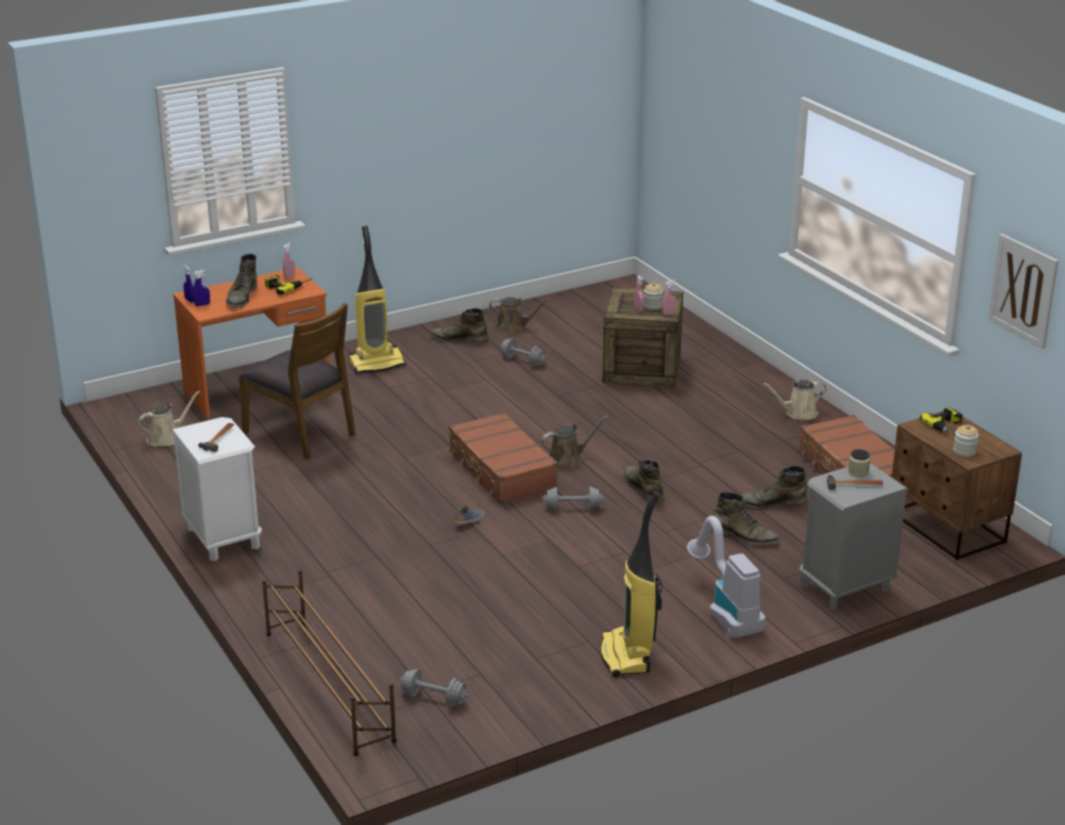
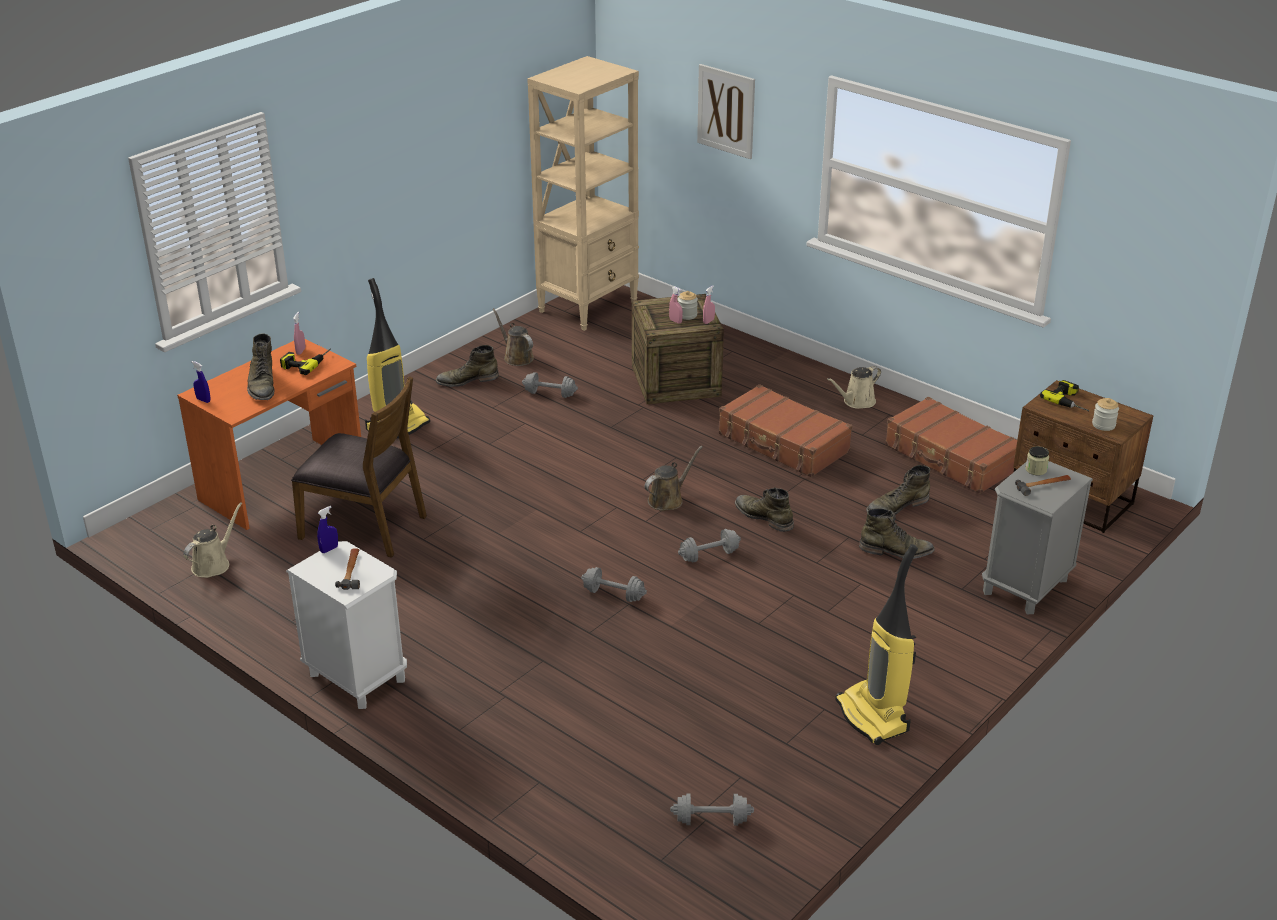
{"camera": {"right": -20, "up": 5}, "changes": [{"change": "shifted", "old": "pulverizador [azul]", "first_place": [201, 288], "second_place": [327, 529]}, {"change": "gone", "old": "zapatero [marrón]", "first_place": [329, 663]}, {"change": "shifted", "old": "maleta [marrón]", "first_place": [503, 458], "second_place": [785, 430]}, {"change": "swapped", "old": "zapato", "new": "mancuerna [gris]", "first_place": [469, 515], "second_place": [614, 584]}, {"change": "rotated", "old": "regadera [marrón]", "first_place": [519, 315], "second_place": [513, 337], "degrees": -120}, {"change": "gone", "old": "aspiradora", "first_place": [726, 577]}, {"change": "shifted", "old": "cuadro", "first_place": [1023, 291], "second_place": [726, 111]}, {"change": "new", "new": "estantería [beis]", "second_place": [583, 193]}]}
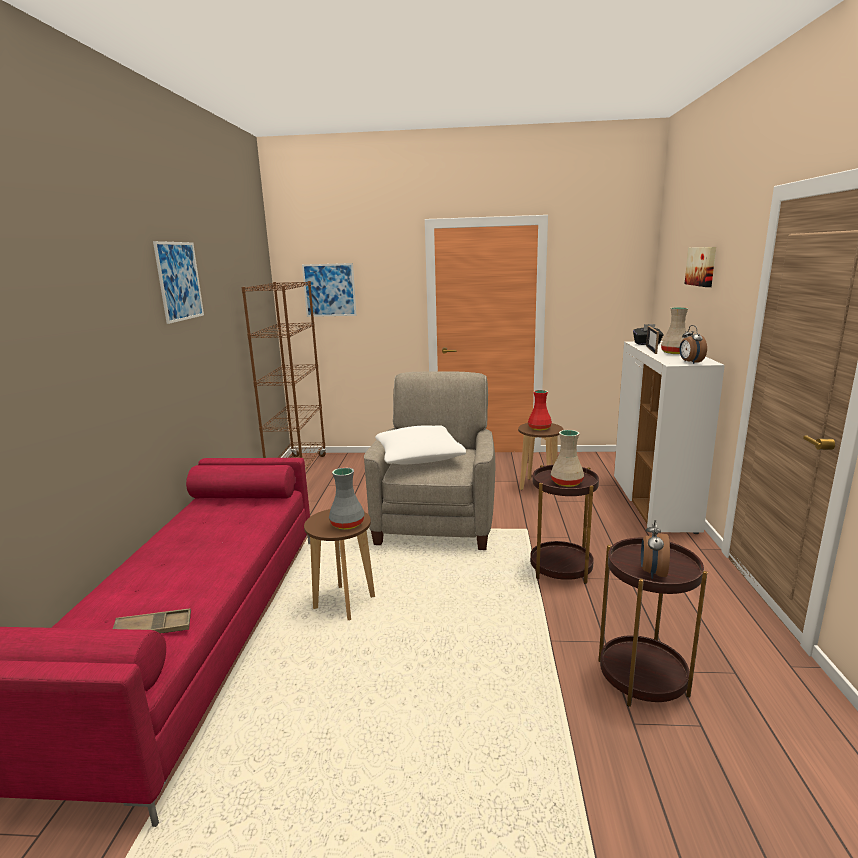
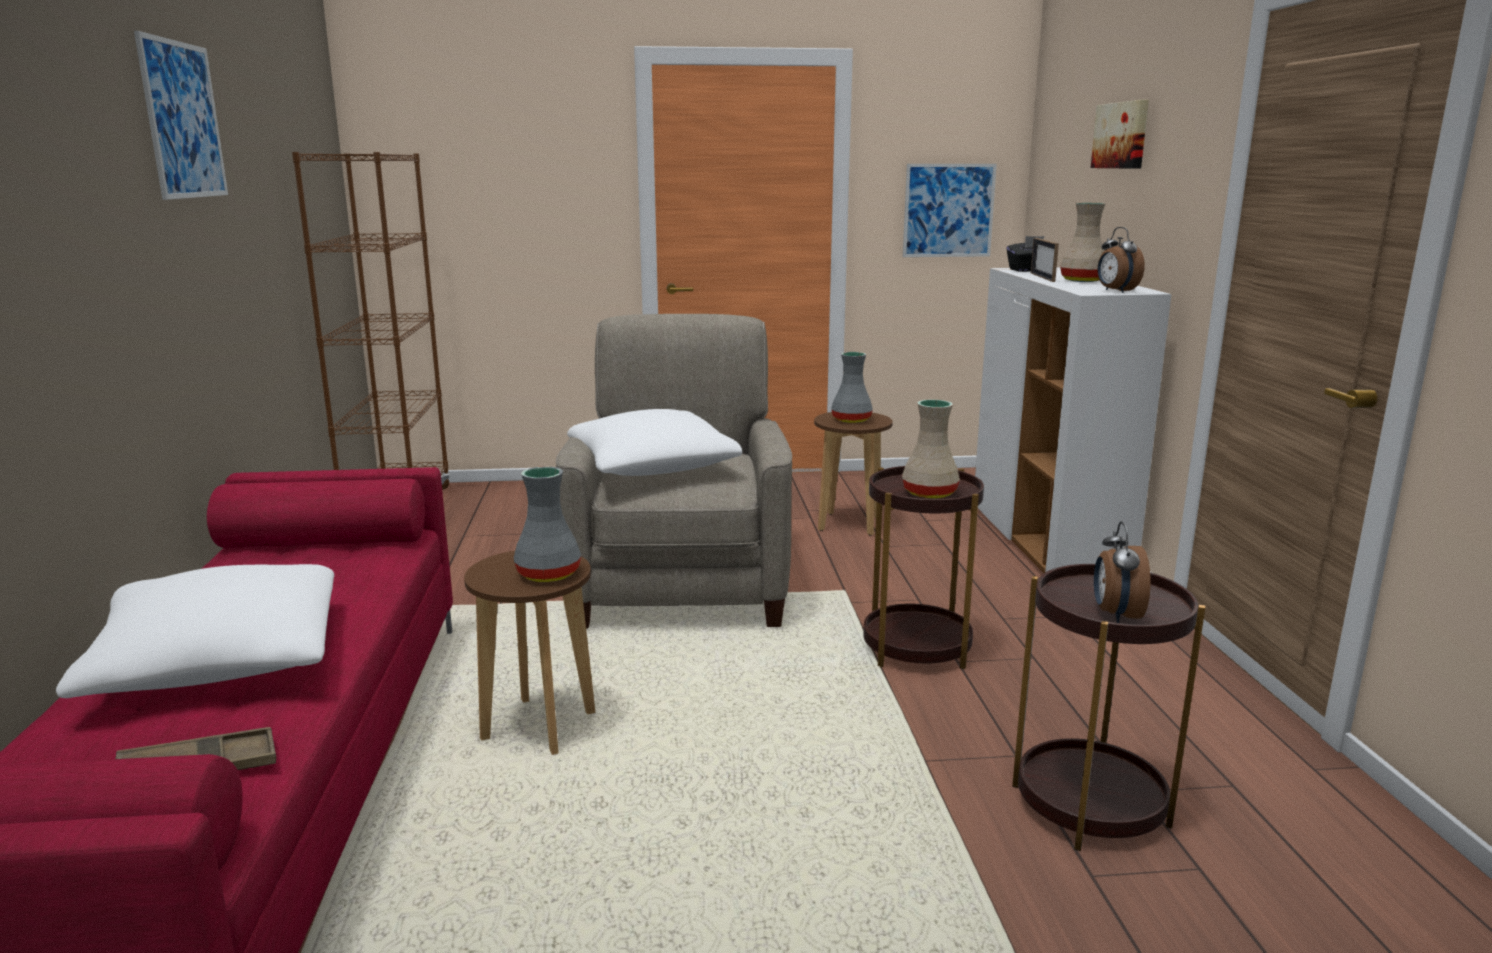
{"camera": {"right": -10, "up": 0}, "changes": [{"change": "shifted", "old": "cuadro", "first_place": [329, 290], "second_place": [950, 210]}, {"change": "repainted", "old": "florero [rojo]", "new": "florero [gris]", "first_place": [540, 410], "second_place": [852, 387]}, {"change": "new", "new": "cojín [blanco]", "second_place": [195, 631]}]}
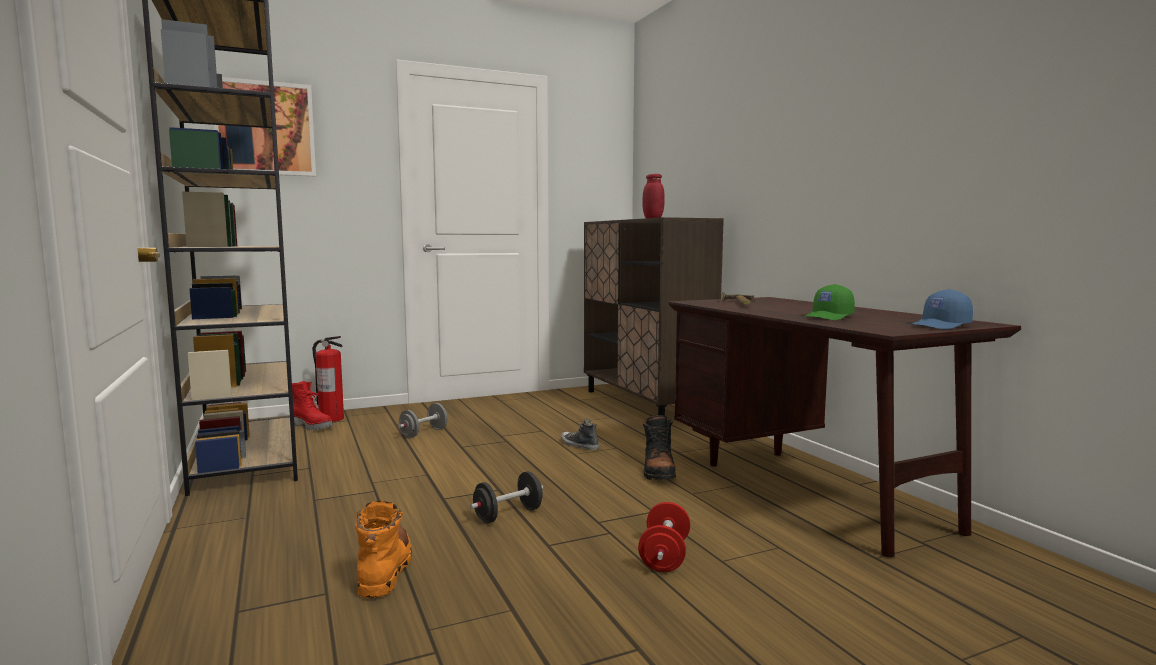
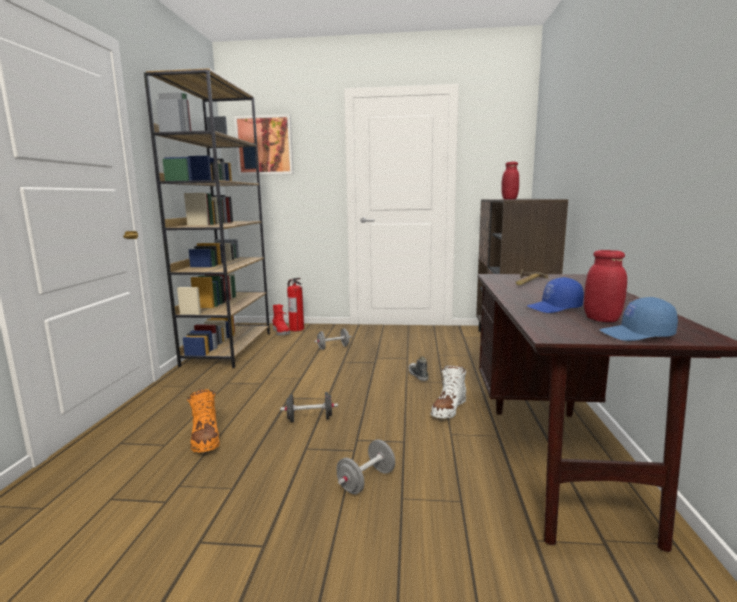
{"camera": {"right": 30, "up": 5}, "changes": [{"change": "rotated", "old": "bota [naranja]", "first_place": [383, 549], "second_place": [203, 421], "degrees": 135}, {"change": "repainted", "old": "mancuerna [rojo]", "new": "mancuerna [gris]", "first_place": [664, 537], "second_place": [366, 466]}, {"change": "repainted", "old": "bota [negro]", "new": "bota [blanco]", "first_place": [659, 447], "second_place": [448, 392]}, {"change": "repainted", "old": "gorra [verde]", "new": "gorra [azul]", "first_place": [829, 302], "second_place": [555, 295]}, {"change": "new", "new": "tarro [rojo]", "second_place": [605, 286]}]}
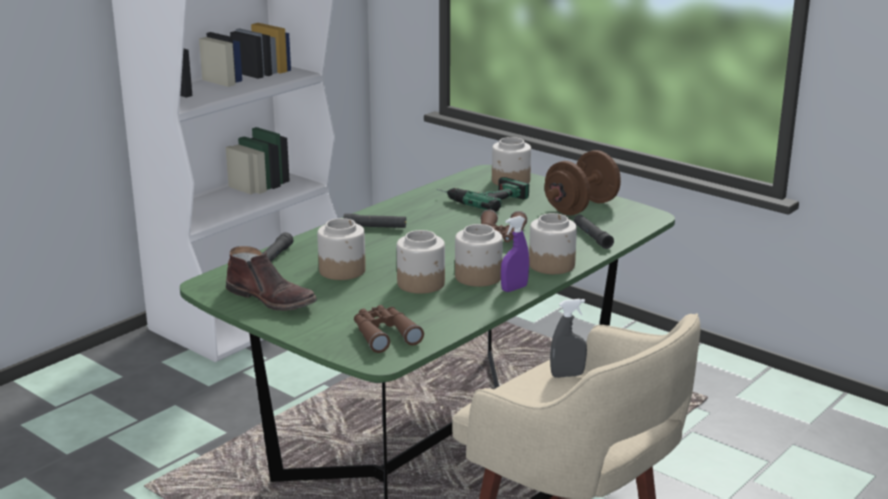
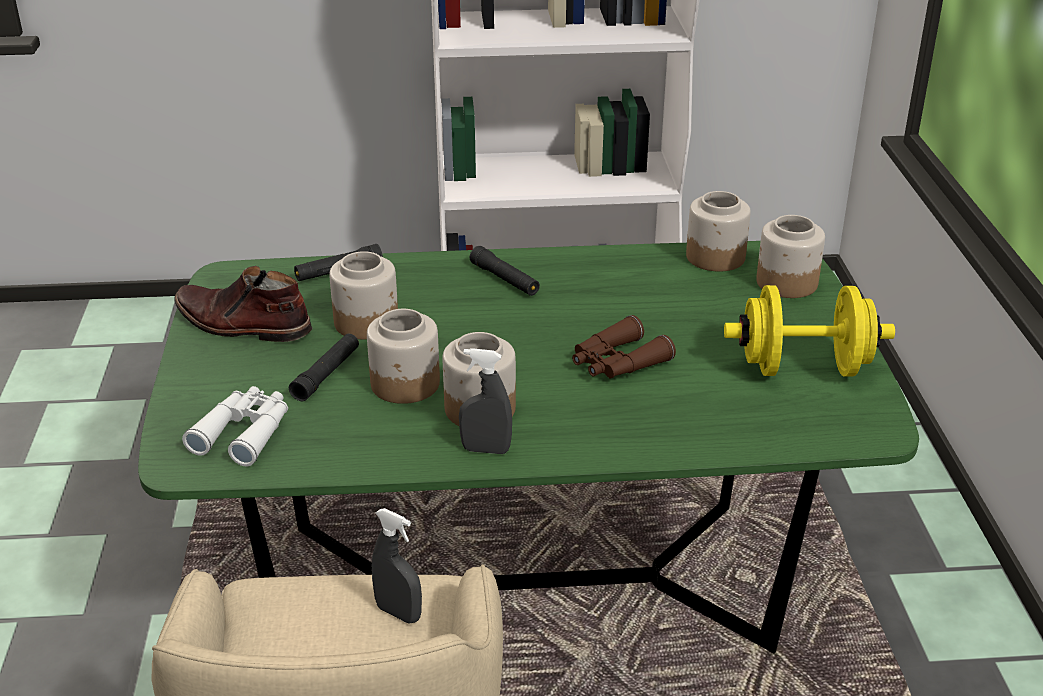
{"camera": {"right": 45, "up": 10}, "changes": [{"change": "rotated", "old": "bota [marrón]", "first_place": [271, 278], "second_place": [243, 304], "degrees": 120}, {"change": "repainted", "old": "prismáticos [marrón]", "new": "prismáticos [blanco]", "first_place": [389, 329], "second_place": [235, 426]}, {"change": "gone", "old": "taladro", "first_place": [483, 194]}, {"change": "repainted", "old": "pulverizador [morado]", "new": "pulverizador [gris]", "first_place": [515, 254], "second_place": [485, 401]}, {"change": "shifted", "old": "tarro", "first_place": [553, 243], "second_place": [718, 231]}, {"change": "repainted", "old": "mancuerna [marrón]", "new": "mancuerna [amarillo]", "first_place": [582, 182], "second_place": [809, 331]}, {"change": "shifted", "old": "linterna [negro]", "first_place": [594, 232], "second_place": [324, 367]}]}
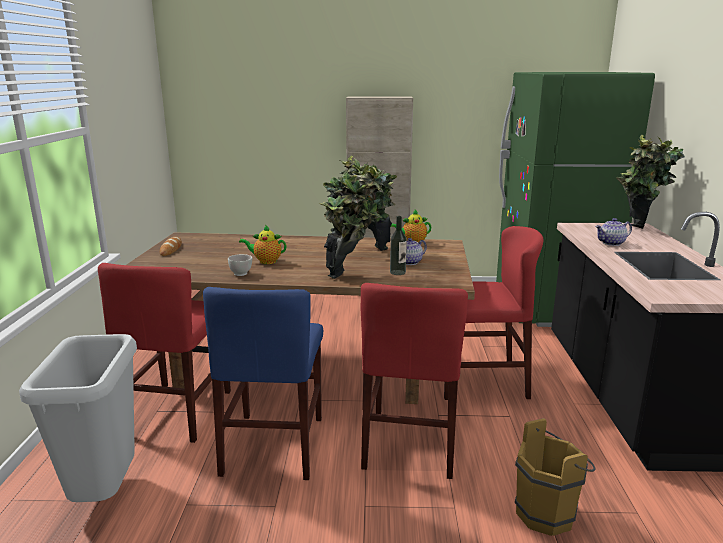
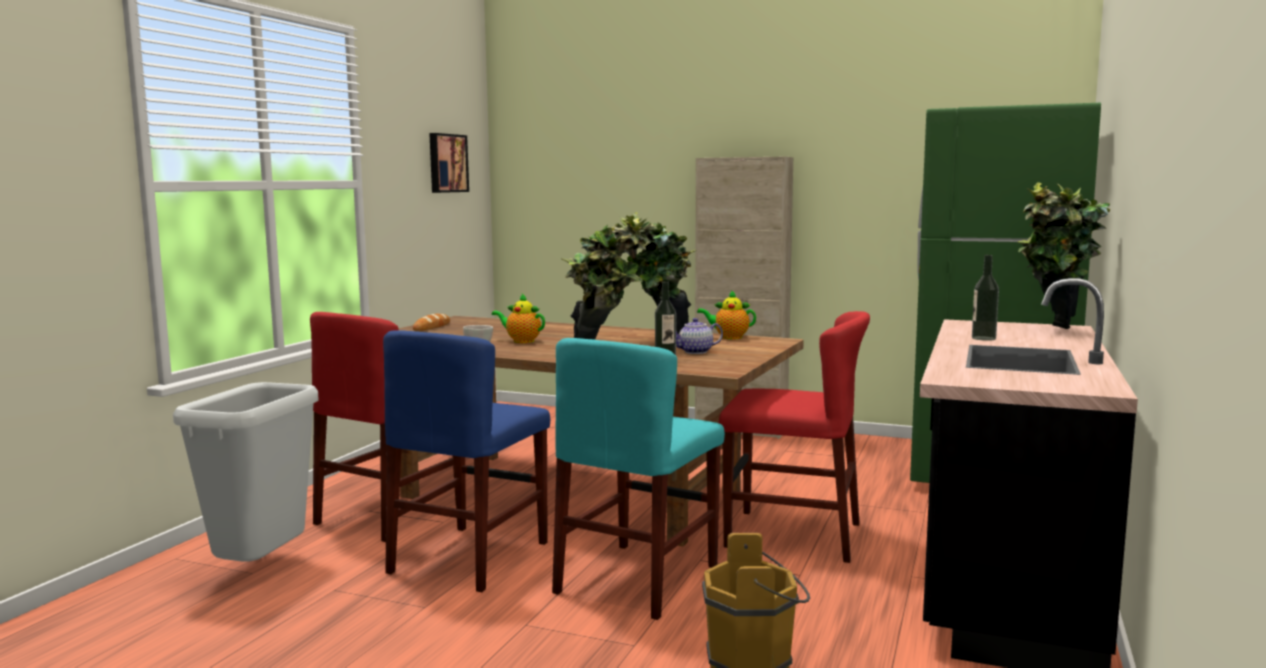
{"camera": {"right": 20, "up": -10}, "changes": [{"change": "repainted", "old": "silla [rojo]", "new": "silla [turquesa]", "first_place": [414, 381], "second_place": [638, 479]}, {"change": "swapped", "old": "tetera", "new": "botella", "first_place": [613, 232], "second_place": [985, 298]}, {"change": "new", "new": "cuadro", "second_place": [449, 163]}]}
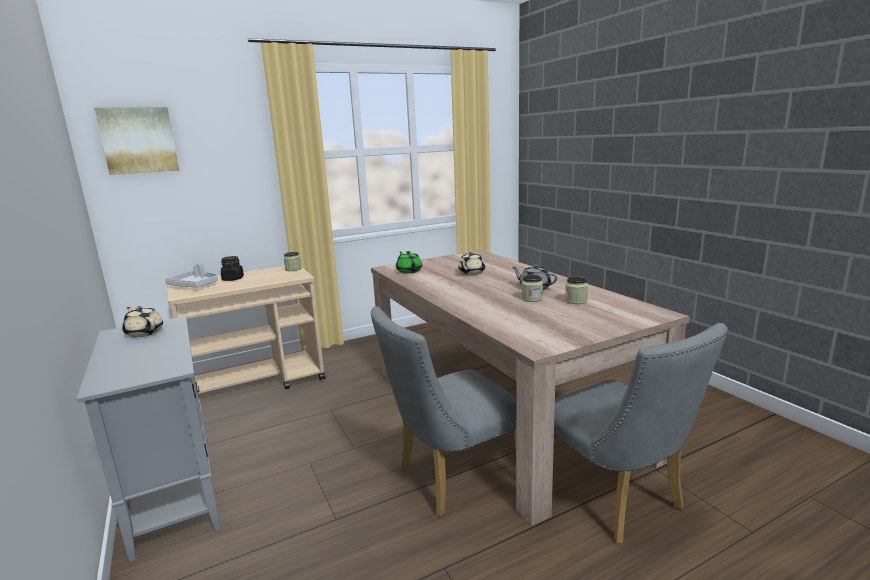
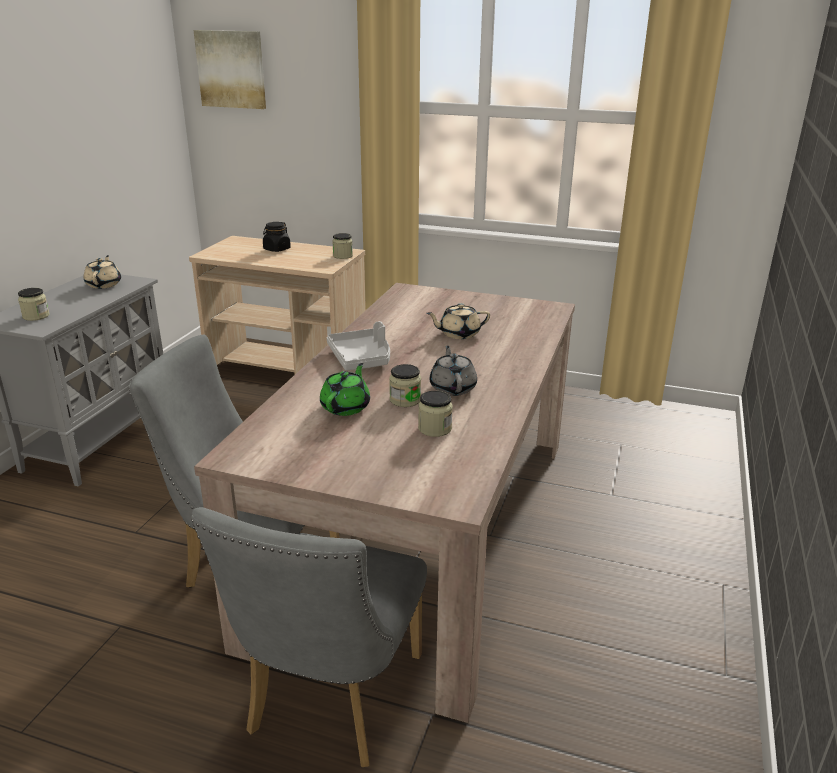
{"camera": {"right": 45, "up": 10}, "changes": [{"change": "shifted", "old": "bandeja [gris]", "first_place": [191, 276], "second_place": [358, 346]}, {"change": "shifted", "old": "tetera [verde]", "first_place": [409, 262], "second_place": [345, 389]}, {"change": "new", "new": "tarro", "second_place": [34, 304]}]}
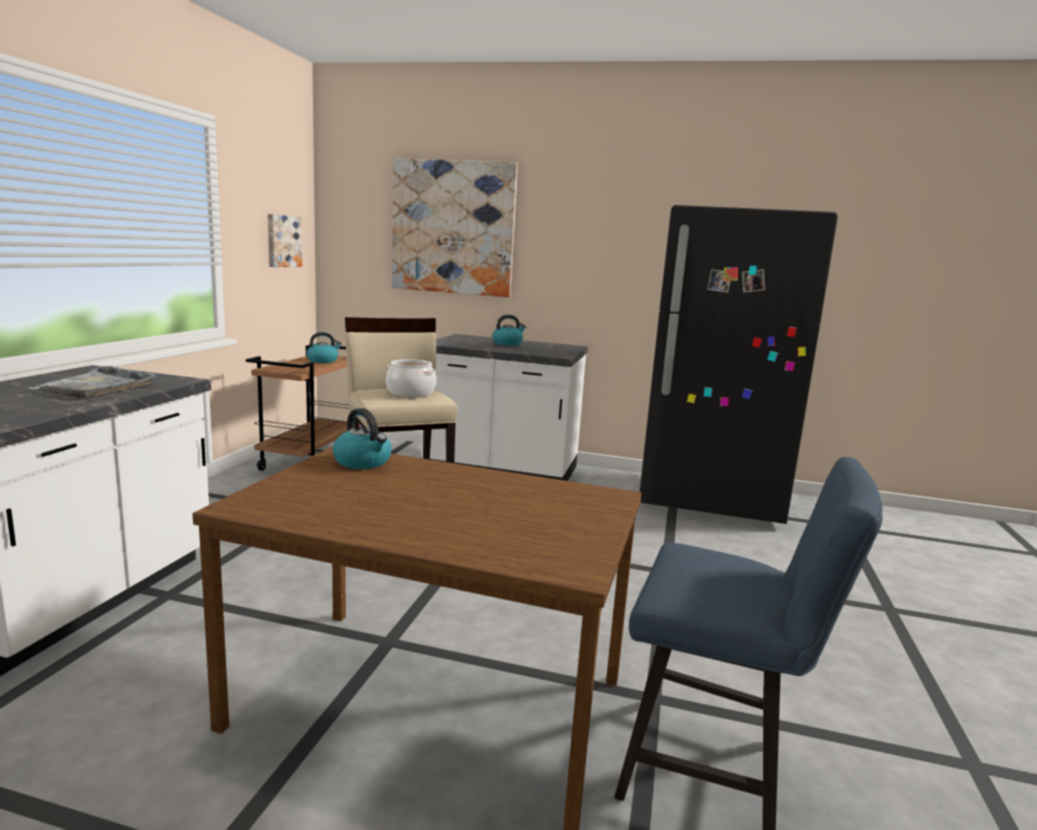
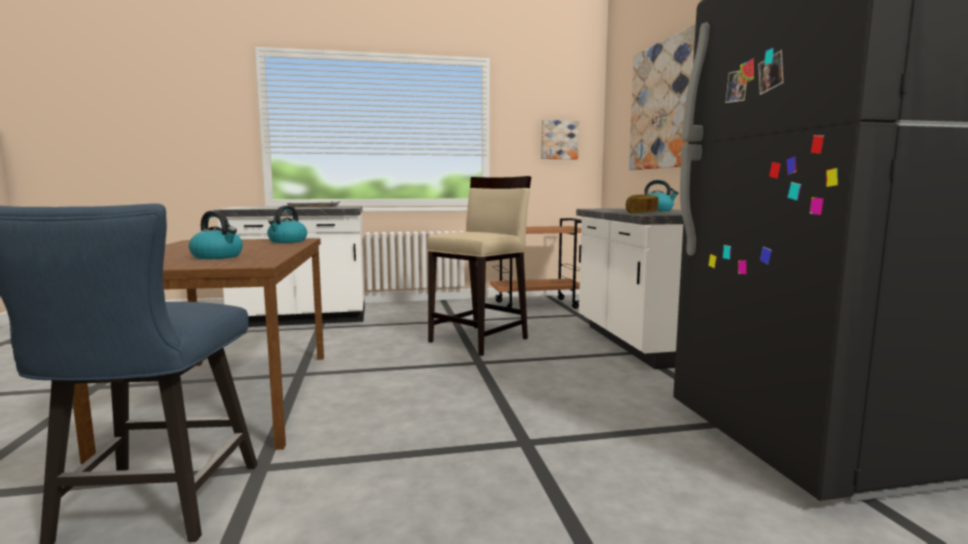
{"camera": {"right": 65, "up": -5}, "changes": [{"change": "shifted", "old": "hervidor", "first_place": [324, 347], "second_place": [216, 235]}, {"change": "gone", "old": "olla", "first_place": [411, 378]}, {"change": "new", "new": "pan", "second_place": [642, 203]}]}
